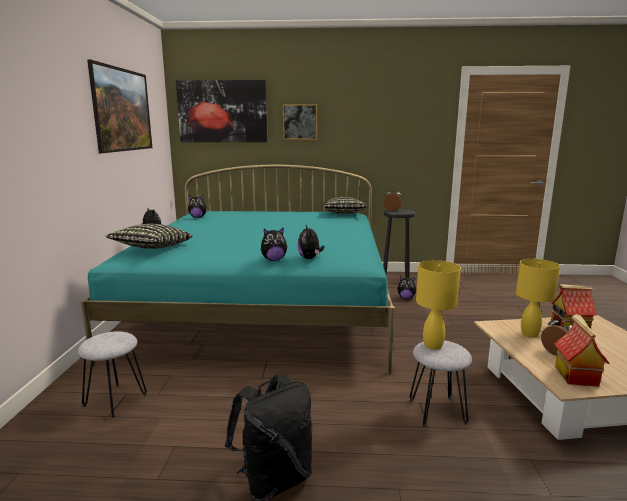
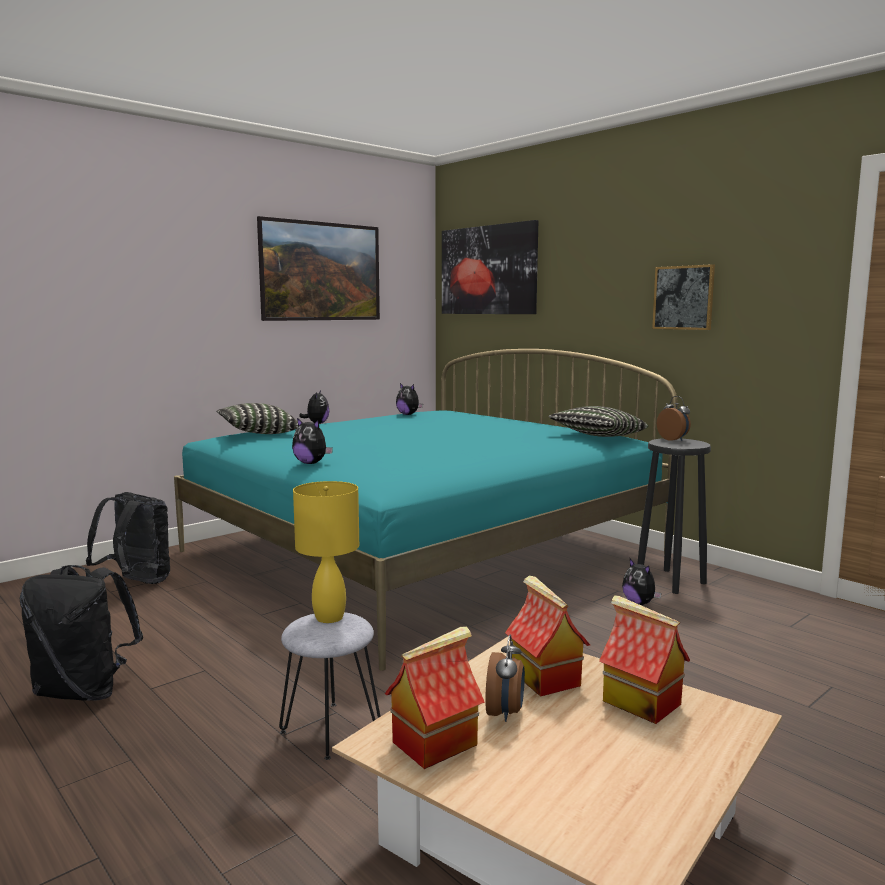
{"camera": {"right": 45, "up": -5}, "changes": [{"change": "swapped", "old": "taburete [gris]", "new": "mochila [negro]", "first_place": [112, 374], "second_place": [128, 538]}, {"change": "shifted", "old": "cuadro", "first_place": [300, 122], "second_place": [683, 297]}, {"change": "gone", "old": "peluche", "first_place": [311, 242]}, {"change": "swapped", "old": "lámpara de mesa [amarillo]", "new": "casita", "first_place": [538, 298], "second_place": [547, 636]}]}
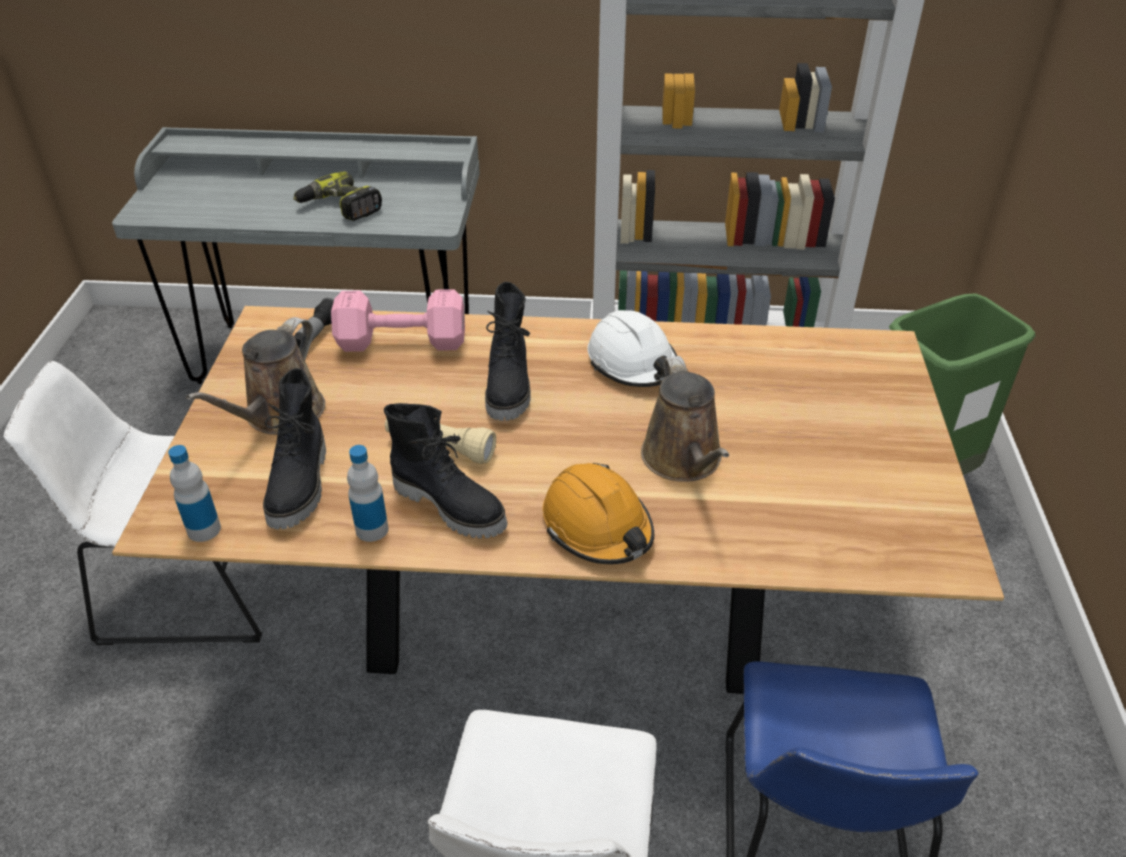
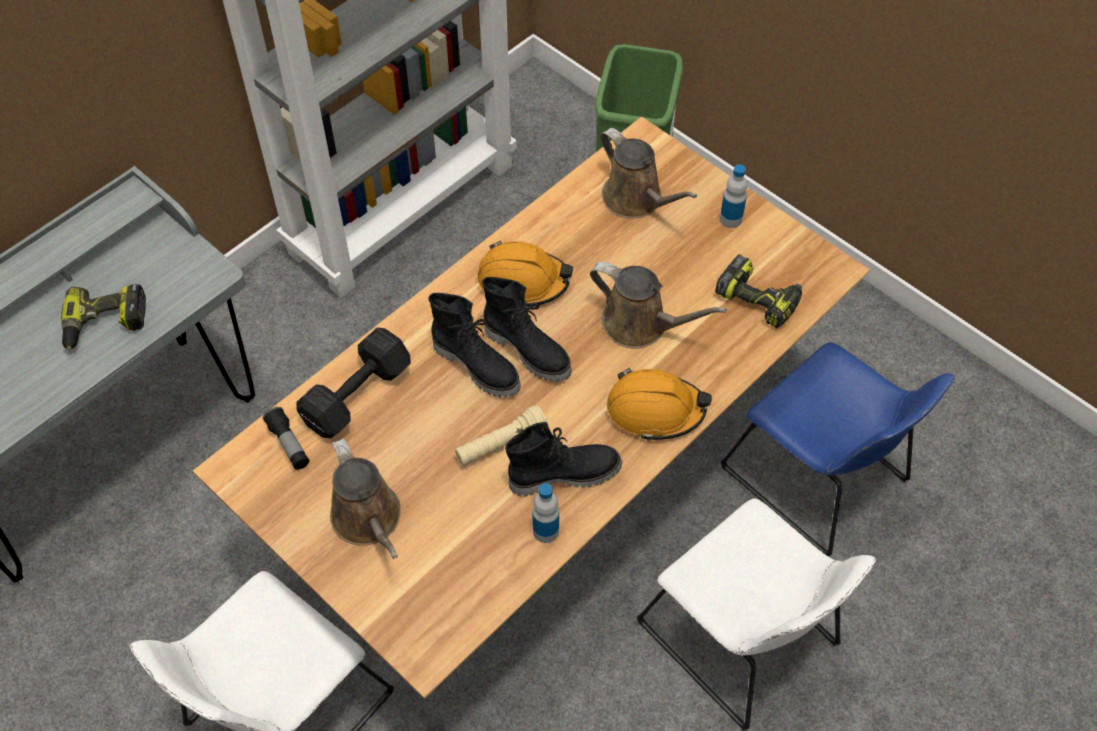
{"camera": {"right": -50, "up": 15}, "changes": [{"change": "shifted", "old": "botella", "first_place": [194, 493], "second_place": [733, 196]}, {"change": "shifted", "old": "bota [negro]", "first_place": [294, 449], "second_place": [527, 329]}, {"change": "repainted", "old": "mancuerna [rosa]", "new": "mancuerna [negro]", "first_place": [398, 320], "second_place": [353, 382]}, {"change": "repainted", "old": "casco [blanco]", "new": "casco [naranja]", "first_place": [632, 348], "second_place": [525, 273]}, {"change": "new", "new": "regadera [marrón]", "second_place": [648, 173]}, {"change": "new", "new": "taladro", "second_place": [758, 291]}]}
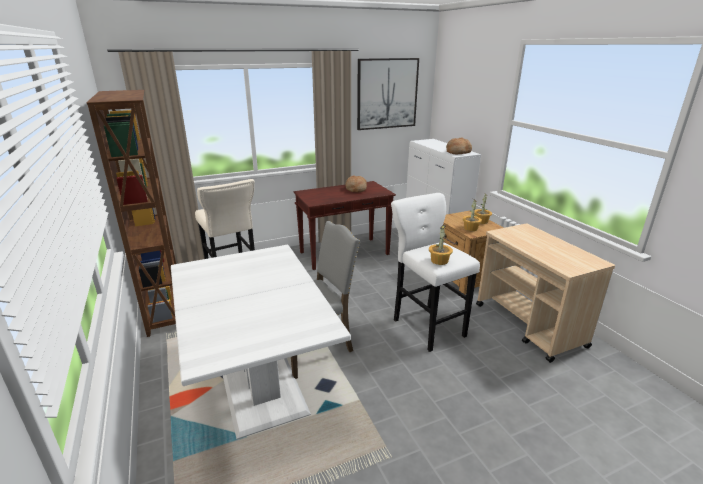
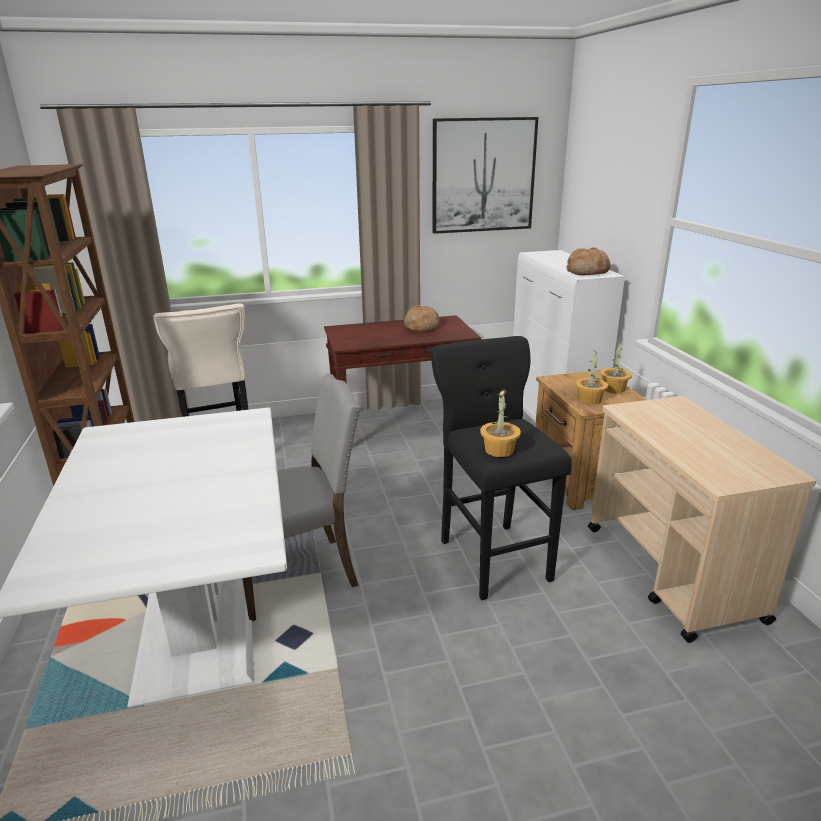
{"camera": {"right": 10, "up": 0}, "changes": [{"change": "repainted", "old": "taburete [blanco]", "new": "taburete [negro]", "first_place": [435, 272], "second_place": [501, 468]}]}
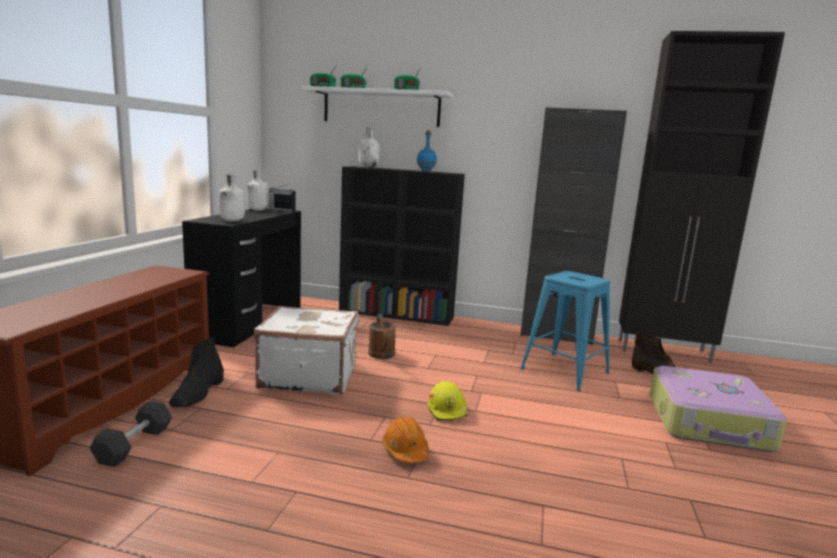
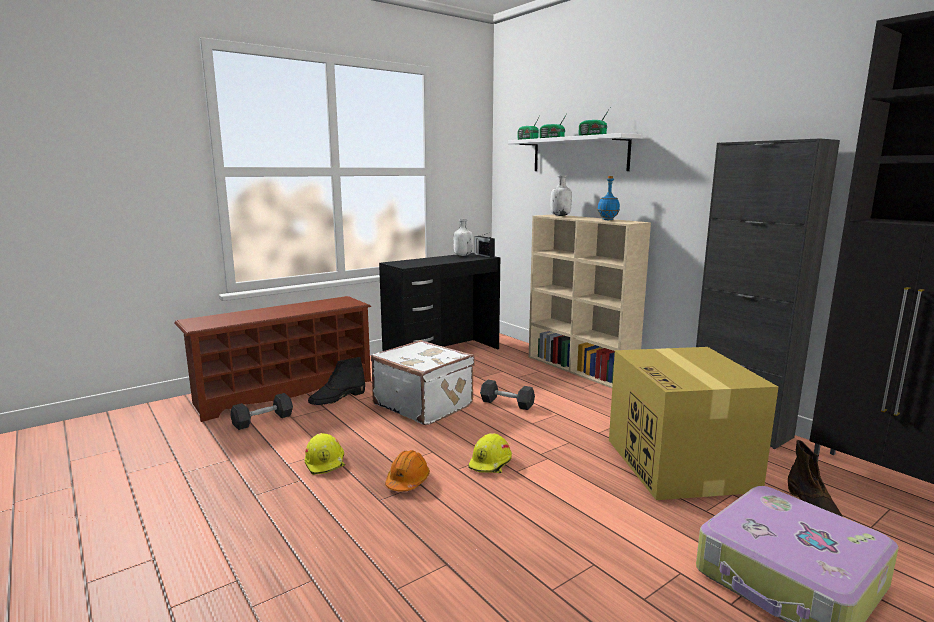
{"camera": {"right": 40, "up": 0}, "changes": [{"change": "gone", "old": "botella [blanco]", "first_place": [231, 197]}, {"change": "repainted", "old": "estantería [negro]", "new": "estantería [beis]", "first_place": [402, 246], "second_place": [590, 301]}, {"change": "swapped", "old": "regadera [marrón]", "new": "mancuerna [gris]", "first_place": [382, 336], "second_place": [507, 395]}, {"change": "swapped", "old": "taburete [azul]", "new": "caja de cartón", "first_place": [565, 331], "second_place": [693, 423]}, {"change": "new", "new": "casco [amarillo]", "second_place": [325, 454]}]}
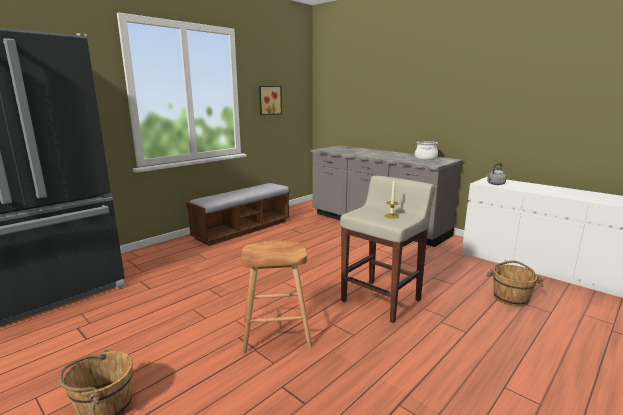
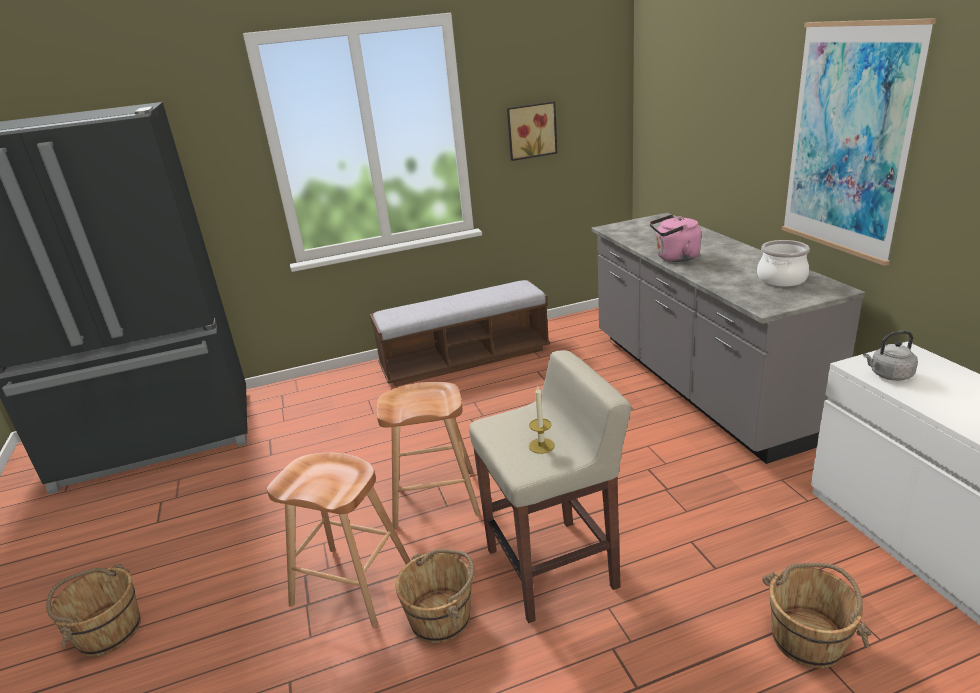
{"camera": {"right": 30, "up": 10}, "changes": [{"change": "new", "new": "taburete [marrón]", "second_place": [429, 455]}, {"change": "new", "new": "cubo [marrón]", "second_place": [435, 596]}, {"change": "new", "new": "hervidor [rosa]", "second_place": [675, 238]}, {"change": "new", "new": "cuadro", "second_place": [859, 142]}]}
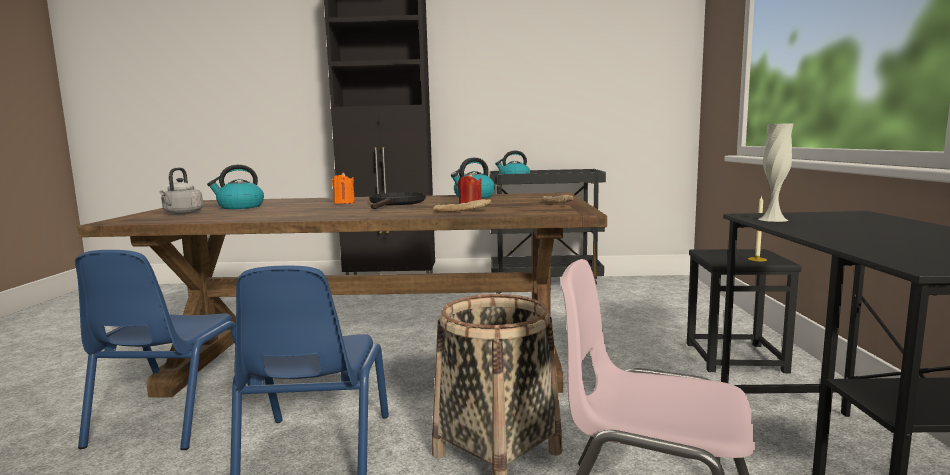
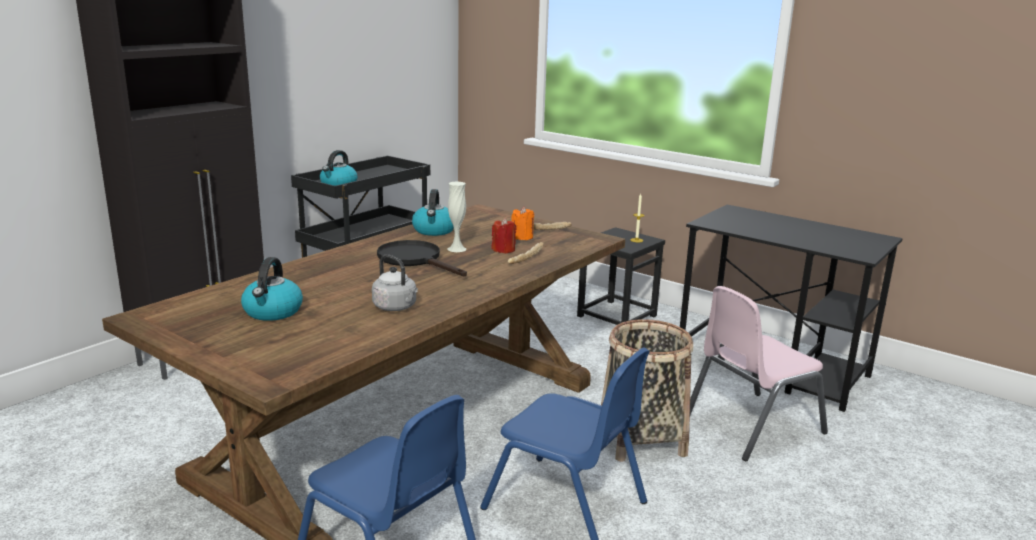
{"camera": {"right": -55, "up": 10}, "changes": [{"change": "shifted", "old": "hervidor [gris]", "first_place": [181, 190], "second_place": [395, 282]}, {"change": "shifted", "old": "vela [naranja]", "first_place": [343, 188], "second_place": [522, 223]}, {"change": "shifted", "old": "florero [blanco]", "first_place": [776, 172], "second_place": [457, 217]}]}
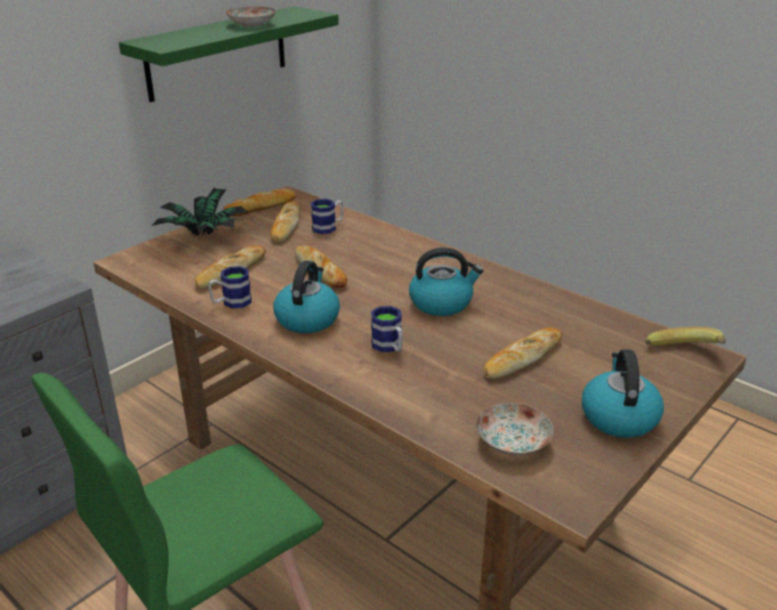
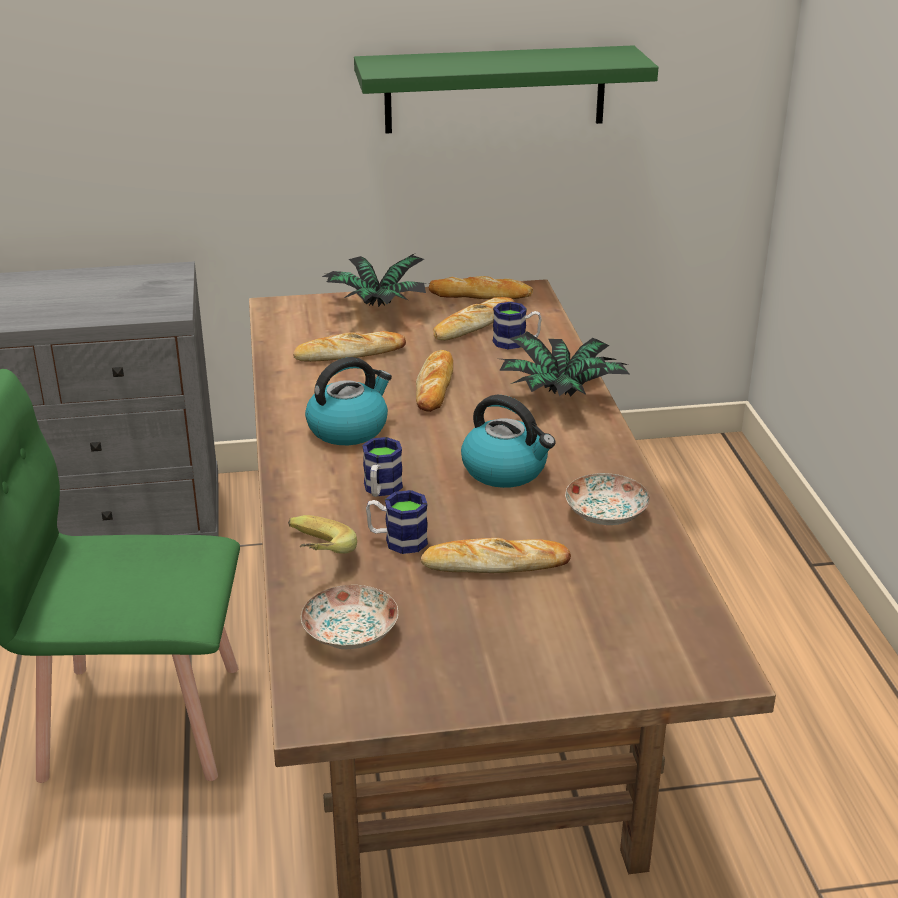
{"camera": {"right": 40, "up": 0}, "changes": [{"change": "shifted", "old": "taza grande", "first_place": [230, 287], "second_place": [397, 522]}, {"change": "shifted", "old": "plato", "first_place": [251, 16], "second_place": [607, 499]}, {"change": "gone", "old": "hervidor", "first_place": [623, 393]}, {"change": "shifted", "old": "plátano", "first_place": [686, 336], "second_place": [322, 534]}, {"change": "new", "new": "planta en maceta", "second_place": [564, 363]}]}
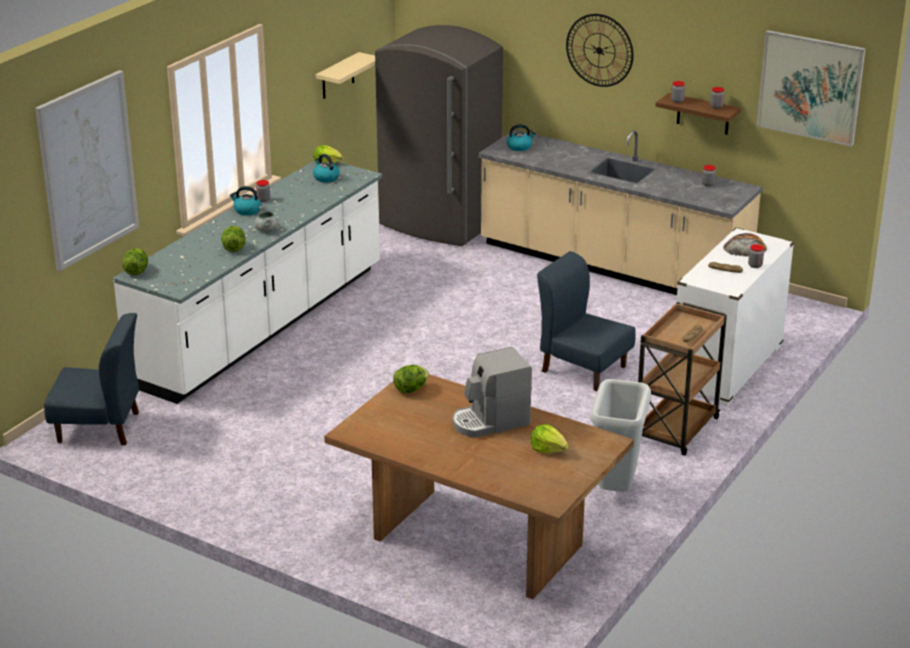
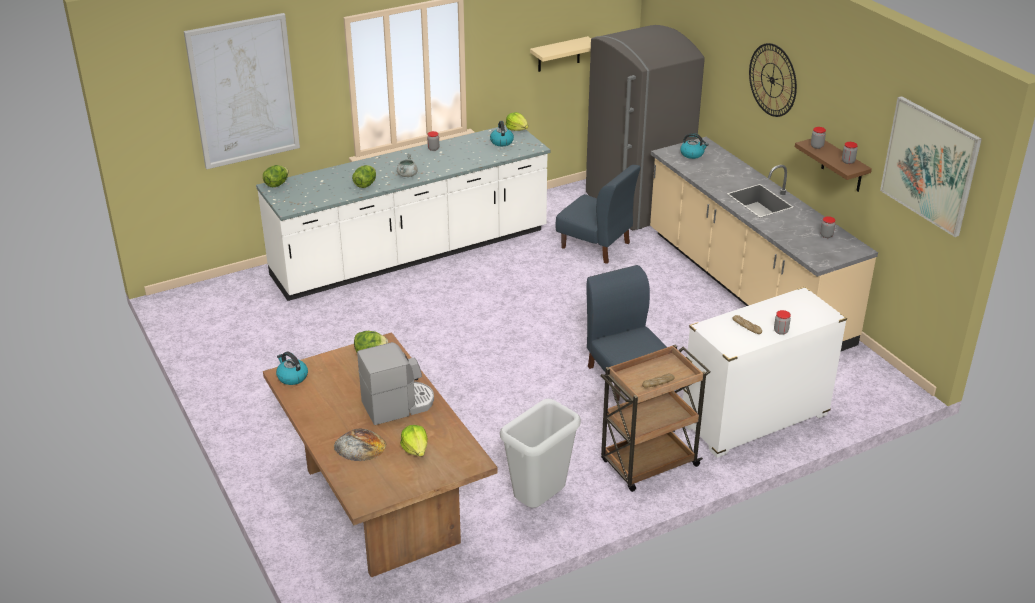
{"camera": {"right": 30, "up": 5}, "changes": [{"change": "shifted", "old": "silla [azul]", "first_place": [91, 379], "second_place": [598, 214]}, {"change": "shifted", "old": "hervidor", "first_place": [245, 200], "second_place": [292, 368]}, {"change": "rotated", "old": "cafetera", "first_place": [492, 392], "second_place": [395, 383], "degrees": 150}, {"change": "shifted", "old": "pan", "first_place": [745, 244], "second_place": [360, 445]}]}
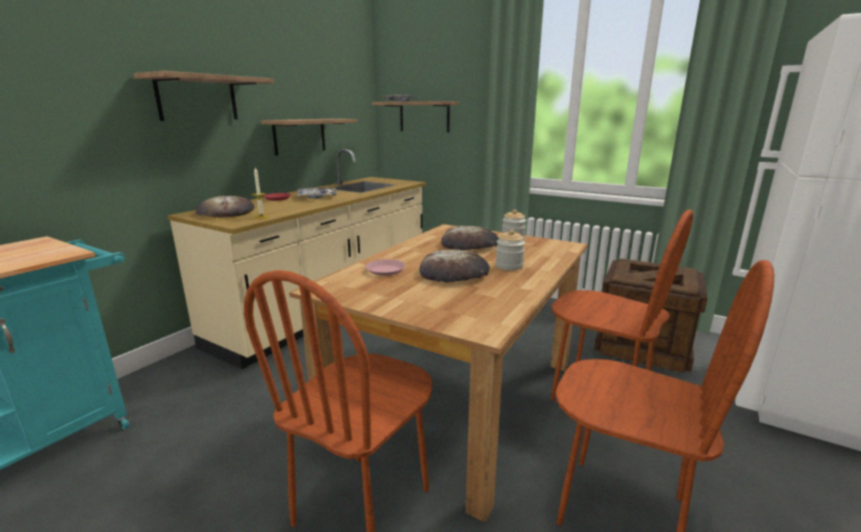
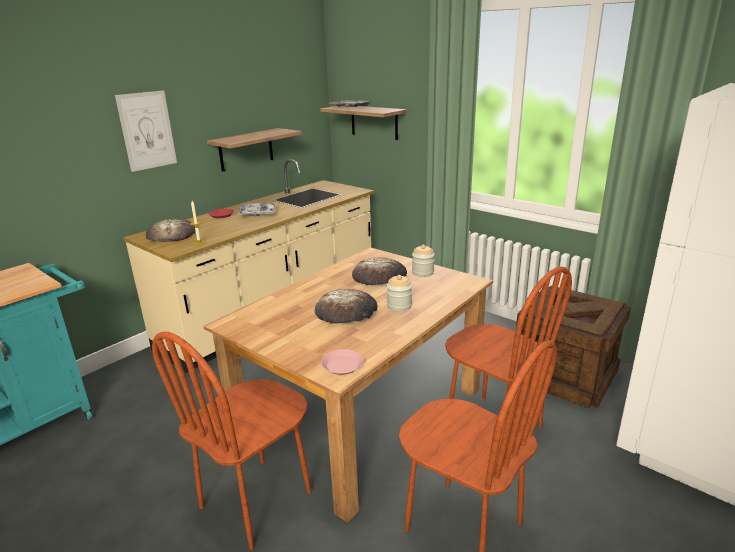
{"camera": {"right": 10, "up": 5}, "changes": [{"change": "swapped", "old": "estante", "new": "cuadro", "first_place": [204, 96], "second_place": [146, 131]}, {"change": "shifted", "old": "plato [rosa]", "first_place": [385, 267], "second_place": [342, 362]}]}
